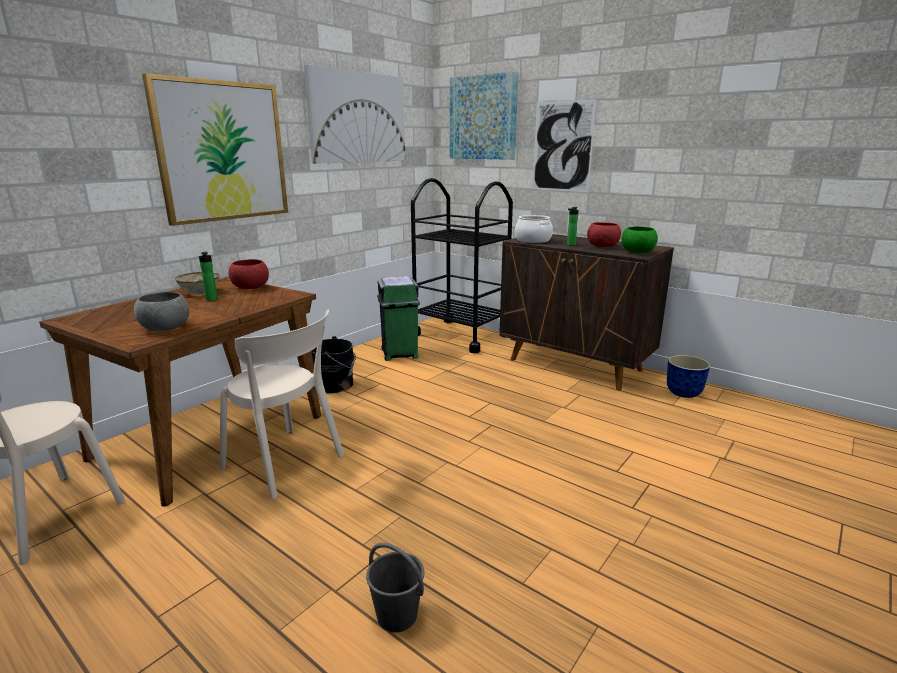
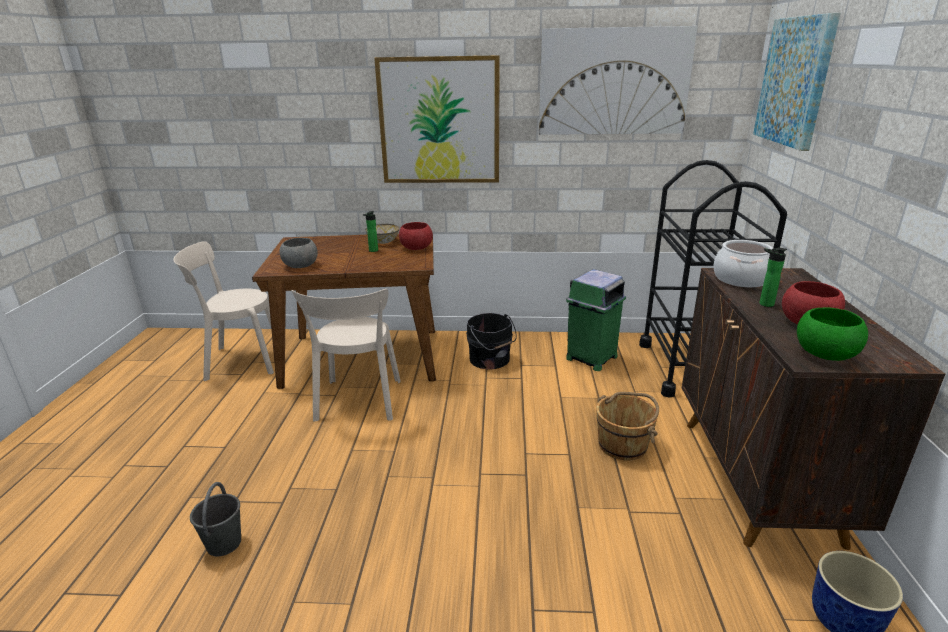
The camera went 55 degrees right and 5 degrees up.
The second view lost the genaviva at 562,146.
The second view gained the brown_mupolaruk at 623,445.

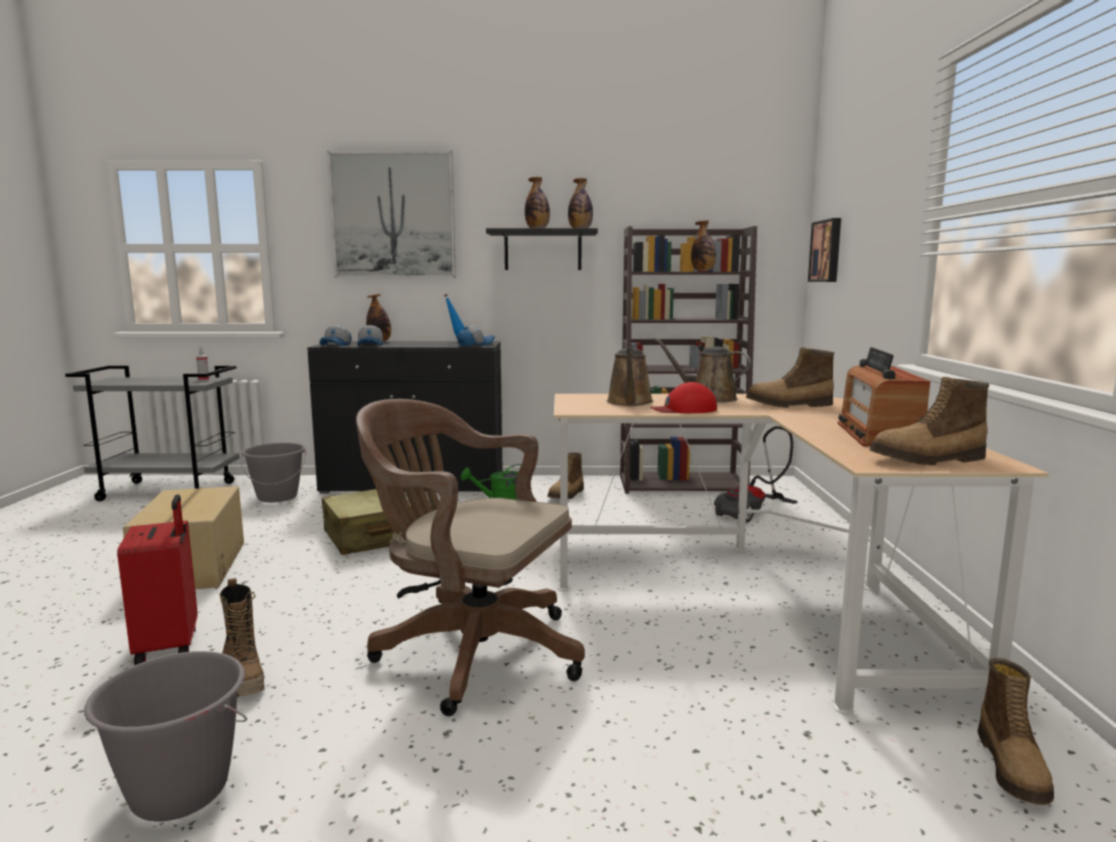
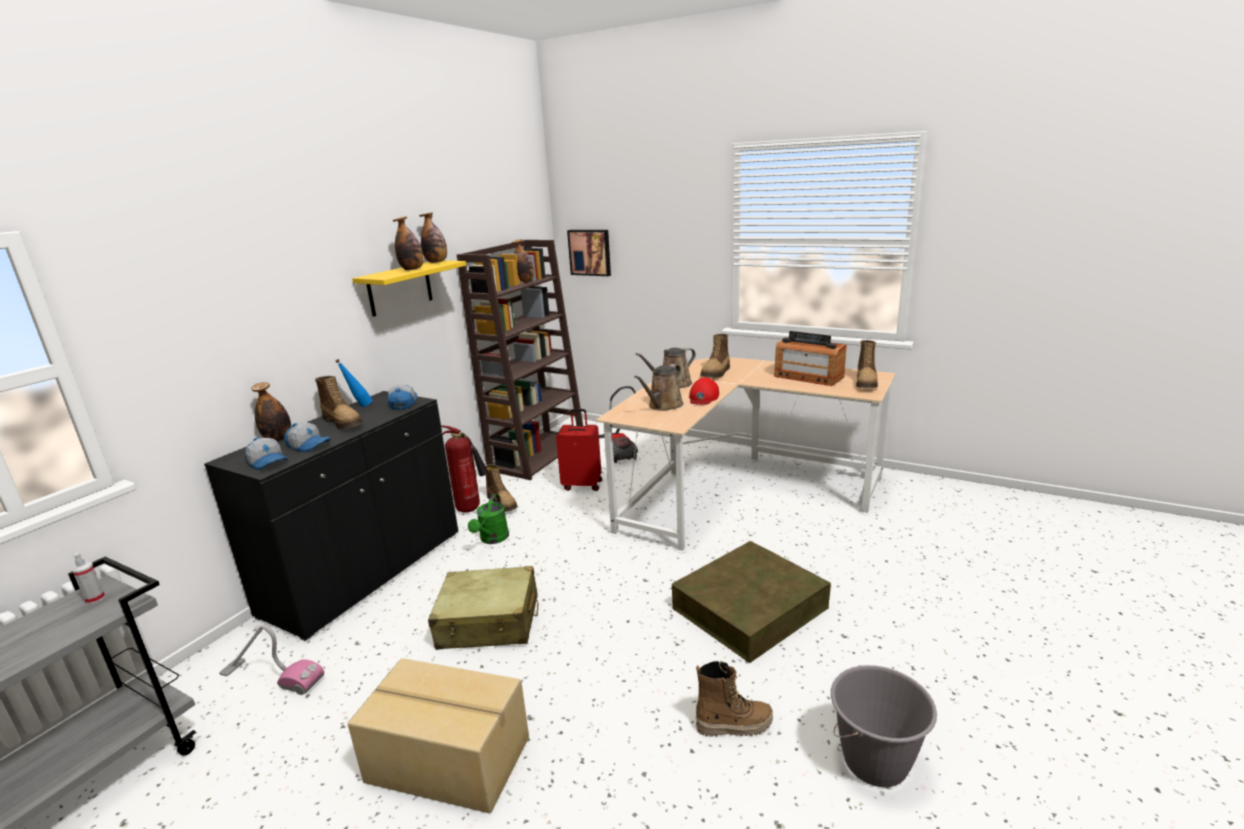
The camera went 60 degrees left and 10 degrees up.
The second view lost the genaviva at 393,215.
The second view gained the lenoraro at 471,509.
The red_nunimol ended up elsewhere, having gone from 170,646 to 582,485.
The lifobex ended up elsewhere, having gone from 1013,768 to 343,423.
Where the grey_mupolaruk stood at 277,497, the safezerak came to stand at 272,676.
Where the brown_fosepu stood at 470,651, the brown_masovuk came to stand at 749,608.
What was the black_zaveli at 543,250 turned into the yellow_zaveli at 400,288.
The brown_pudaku at 629,403 ended up facing another way, 90 degrees clockwise from before.

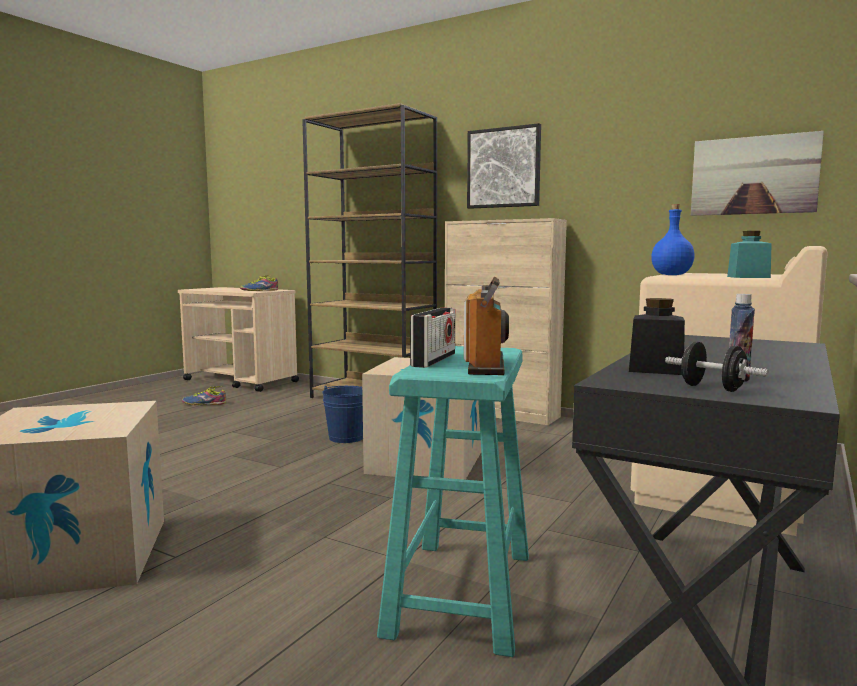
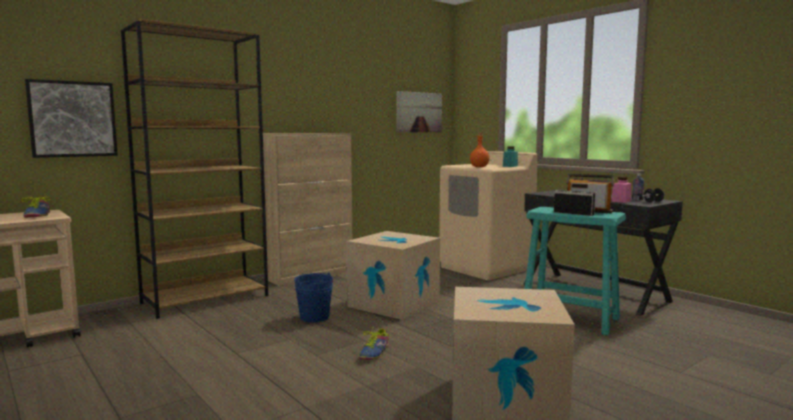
The camera went 70 degrees left and 0 degrees up.
The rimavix ended up elsewhere, having gone from 204,403 to 374,352.
The genaviva ended up elsewhere, having gone from 503,168 to 73,119.
What was the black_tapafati at 655,369 turned into the pink_tapafati at 621,201.
What was the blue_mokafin at 671,275 turned into the orange_mokafin at 479,167.

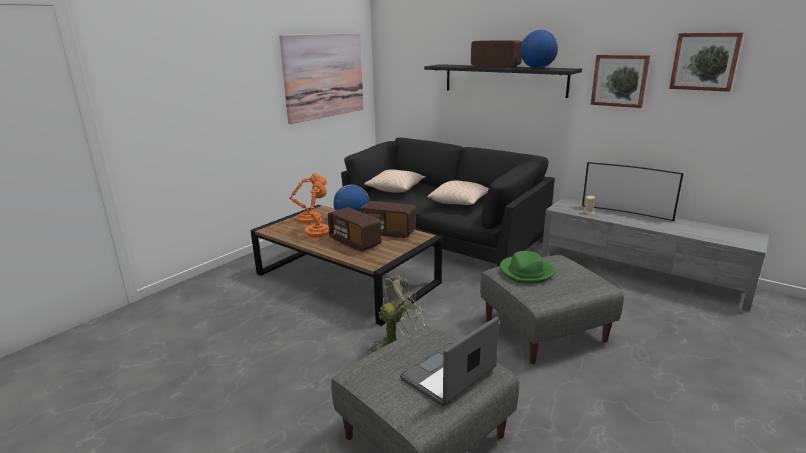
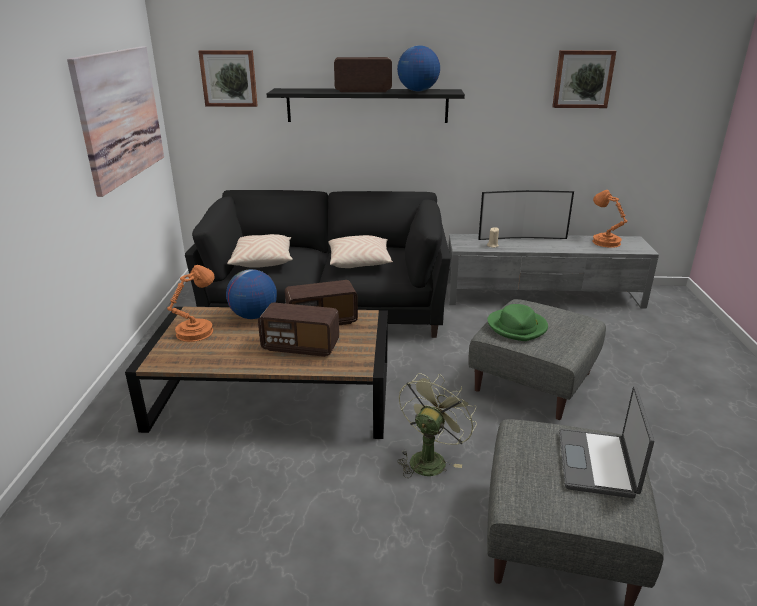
The camera went 35 degrees left and 5 degrees up.
The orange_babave ended up elsewhere, having gone from 318,232 to 604,241.
The genaviva ended up elsewhere, having gone from 619,80 to 229,78.

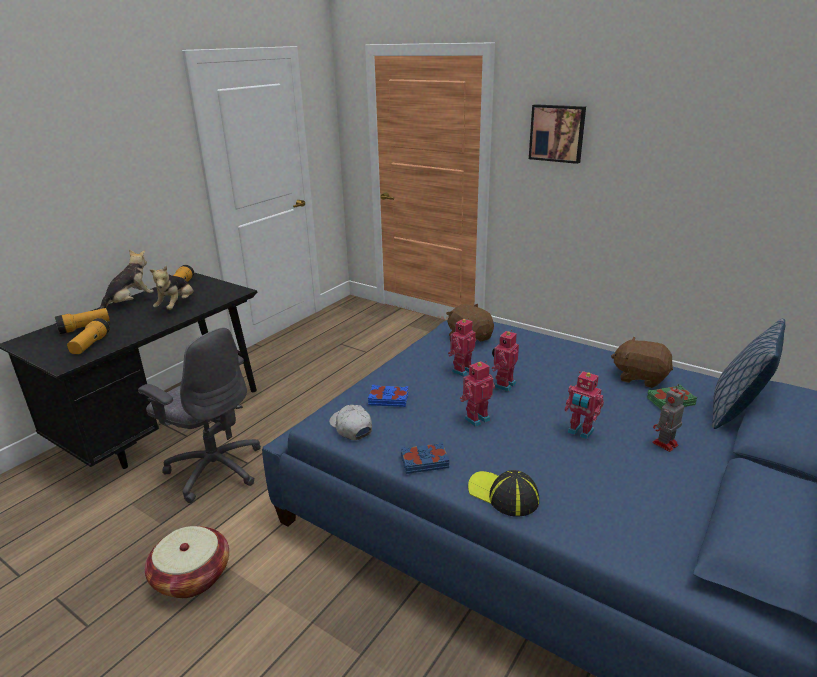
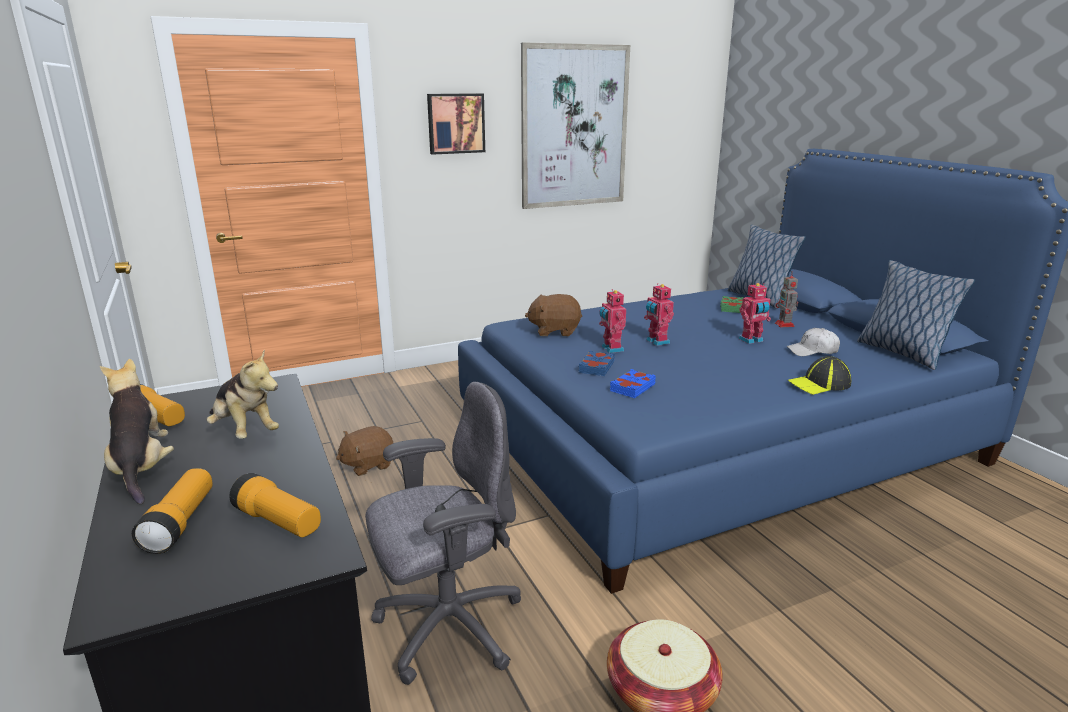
The camera went 60 degrees left and 5 degrees down.
The second view lost the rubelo at 476,418.
The second view gained the genaviva at 574,127.
The second view gained the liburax at 901,353.
The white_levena ended up elsewhere, having gone from 351,427 to 812,351.
The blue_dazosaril ended up elsewhere, having gone from 424,461 to 596,367.
The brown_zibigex ended up elsewhere, having gone from 640,377 to 368,465.

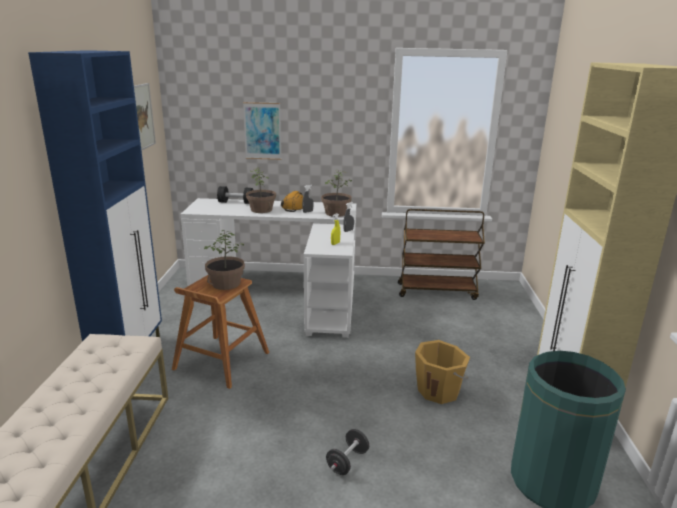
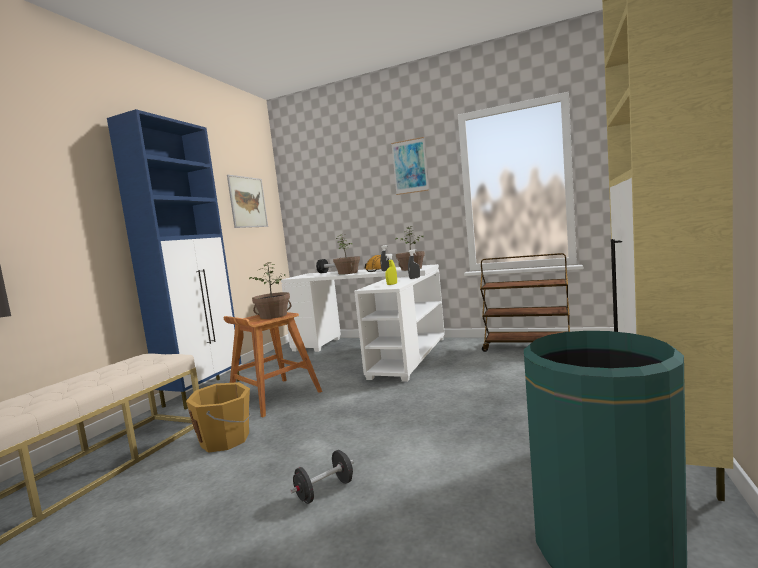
The camera went 20 degrees right and 15 degrees down.
The genaviva ended up elsewhere, having gone from 262,131 to 409,166.
The orange_mupolaruk ended up elsewhere, having gone from 439,390 to 226,440.

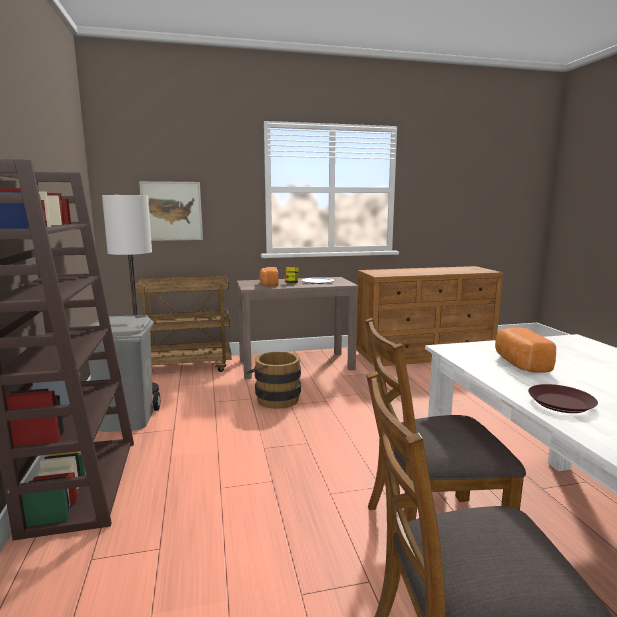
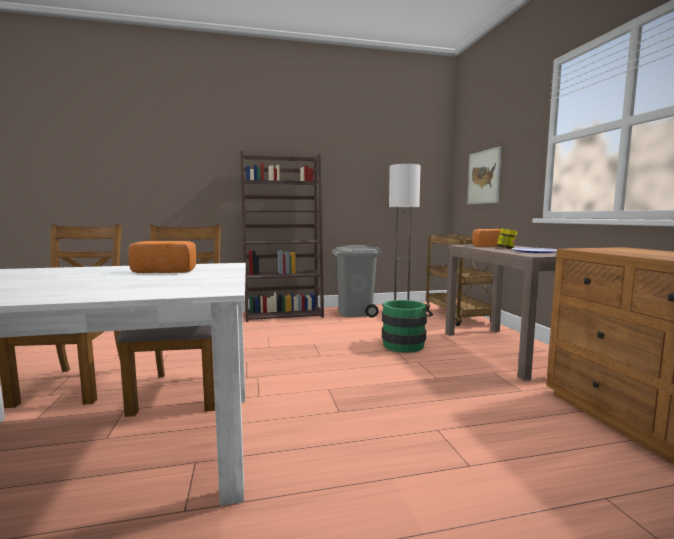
The camera went 90 degrees right and 5 degrees down.
The second view lost the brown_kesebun at 560,404.
What was the brown_mupolaruk at 274,398 turned into the green_mupolaruk at 405,344.

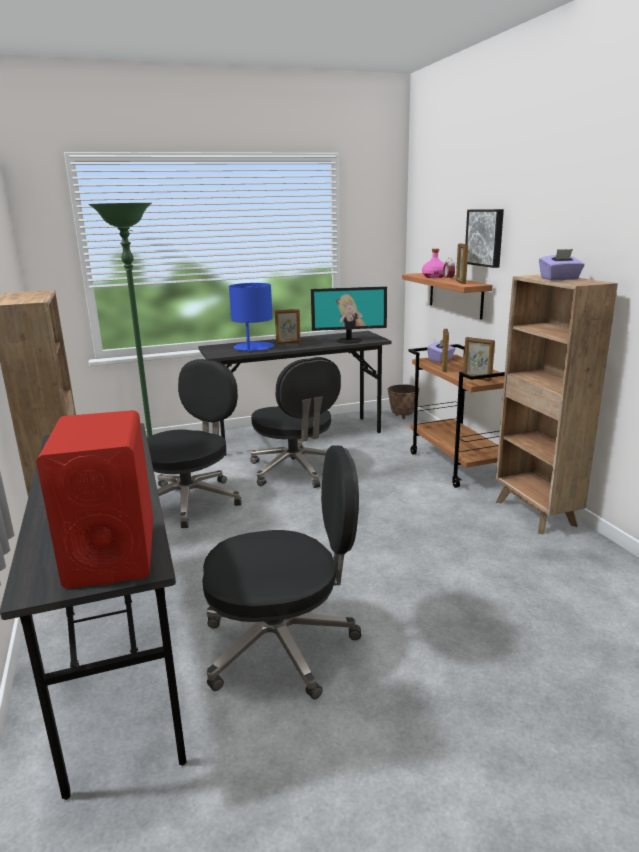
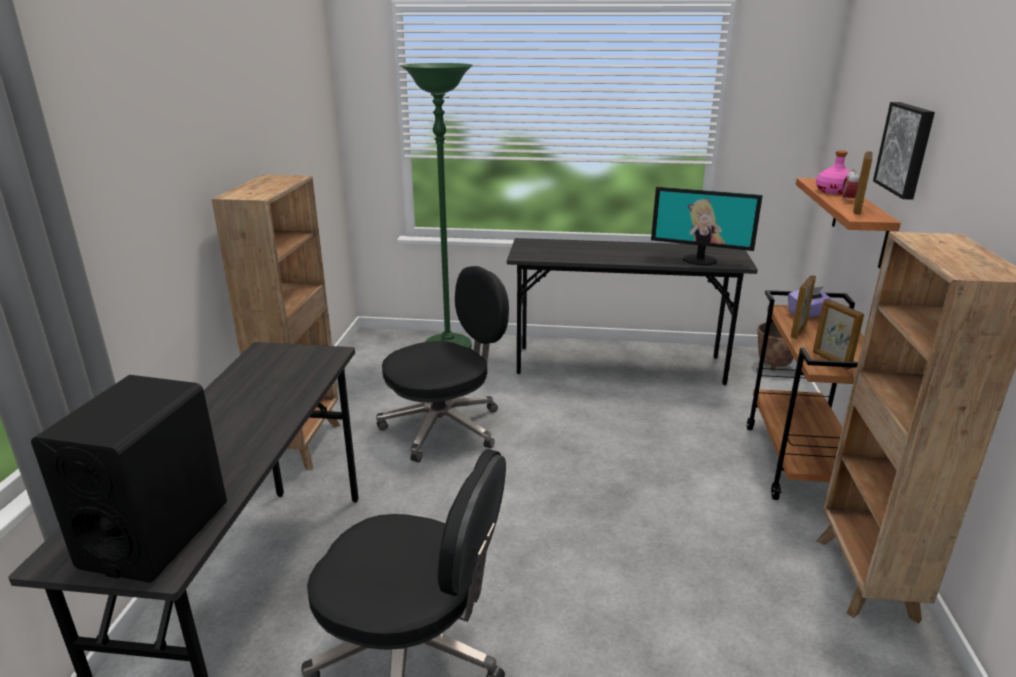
The camera went 25 degrees right and 5 degrees up.
The second view lost the blue_babave at 253,348.
The second view lost the black_fosepu at 296,470.
The second view lost the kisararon at 288,342.
The second view lost the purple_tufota at 559,279.
What was the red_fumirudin at 111,553 turned into the black_fumirudin at 156,534.

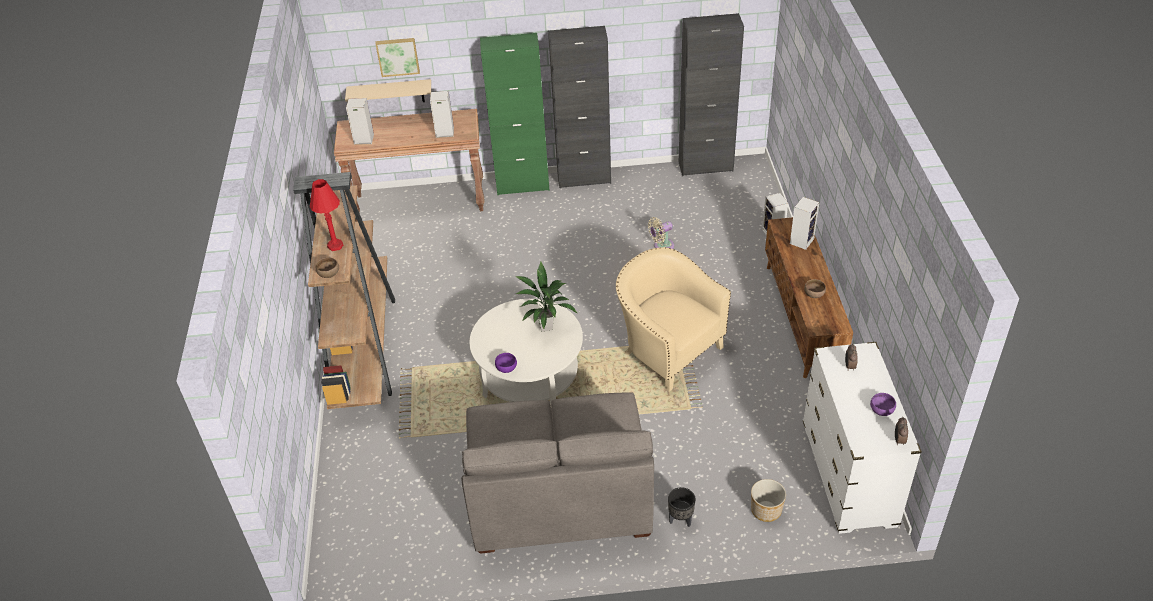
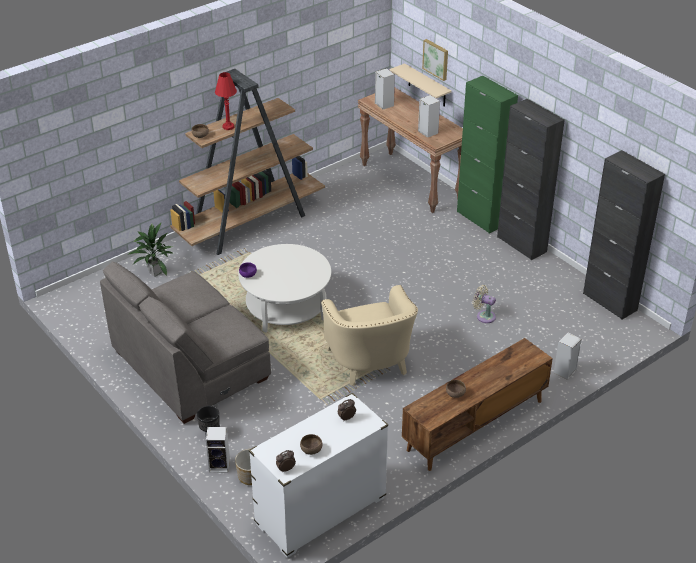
The camera went 55 degrees right and 5 degrees down.
The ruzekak ended up elsewhere, having gone from 545,327 to 154,273.
The fumirudin ended up elsewhere, having gone from 801,240 to 220,465.
What was the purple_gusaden at 881,410 turned into the brown_gusaden at 311,449.
The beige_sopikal at 667,350 ended up facing another way, 150 degrees clockwise from before.

